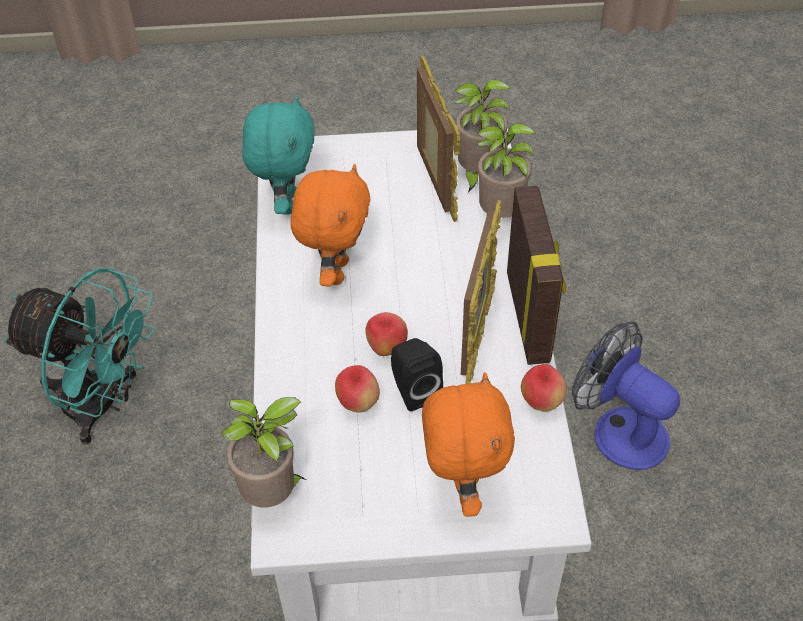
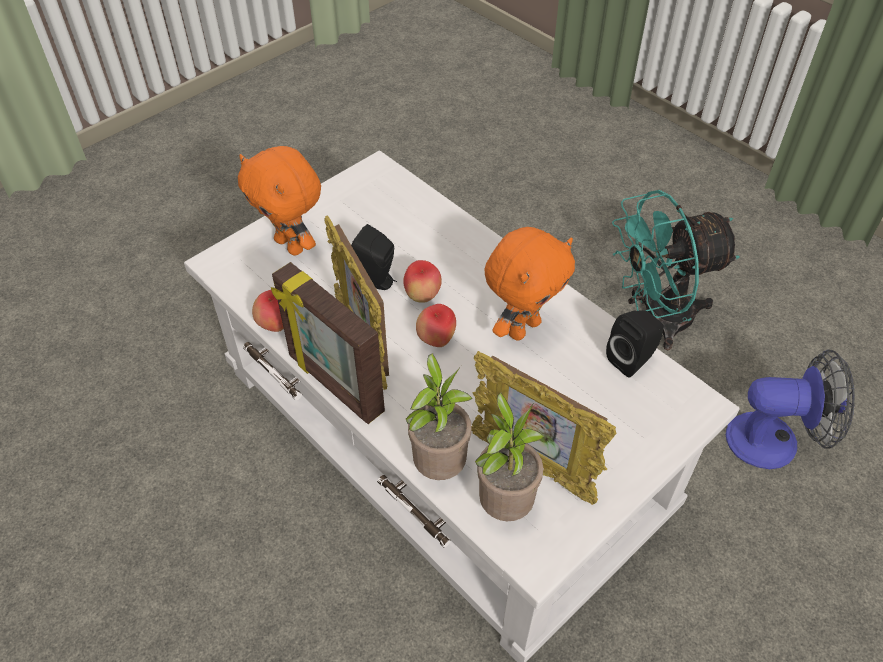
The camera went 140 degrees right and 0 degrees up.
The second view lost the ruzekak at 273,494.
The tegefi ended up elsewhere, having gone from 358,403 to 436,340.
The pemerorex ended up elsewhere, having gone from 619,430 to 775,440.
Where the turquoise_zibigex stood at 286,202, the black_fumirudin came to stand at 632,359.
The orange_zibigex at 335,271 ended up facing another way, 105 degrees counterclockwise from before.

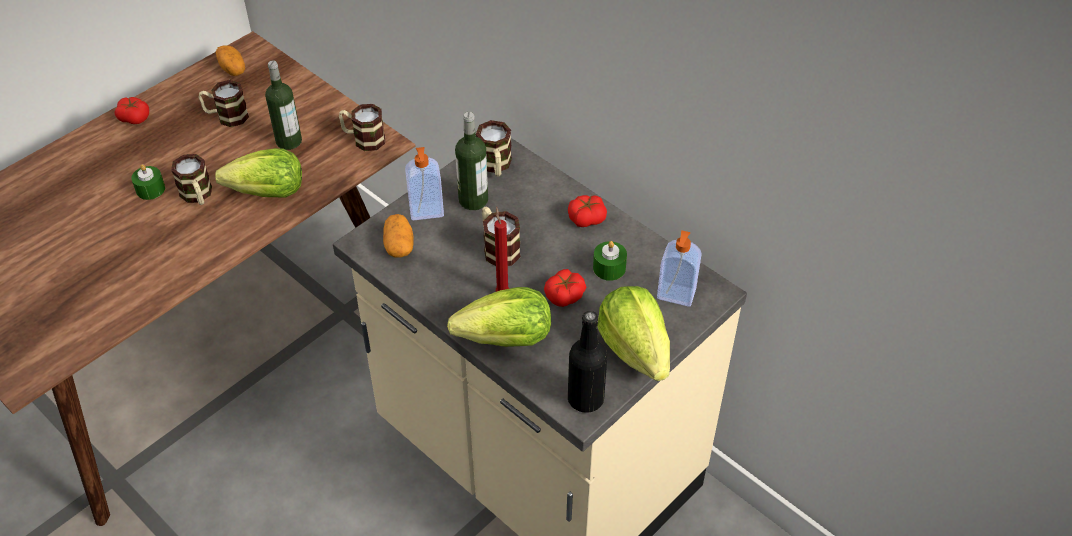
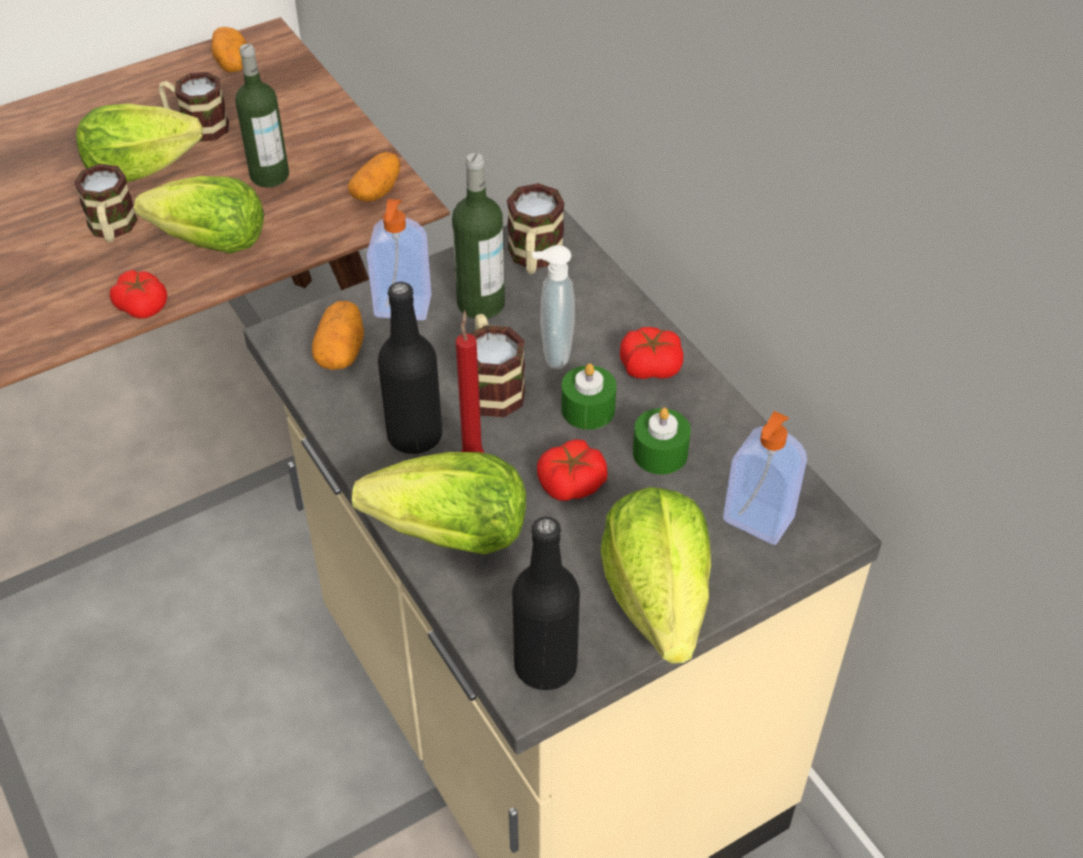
The camera went 15 degrees right and 0 degrees up.
The second view gained the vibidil at 140,168.
The second view gained the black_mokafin at 415,435.
The second view gained the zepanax at 553,352.
The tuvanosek ended up elsewhere, having gone from 134,117 to 142,305.
The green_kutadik ended up elsewhere, having gone from 150,189 to 588,409.
Where the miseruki stood at 363,139, the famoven came to stand at 377,191.

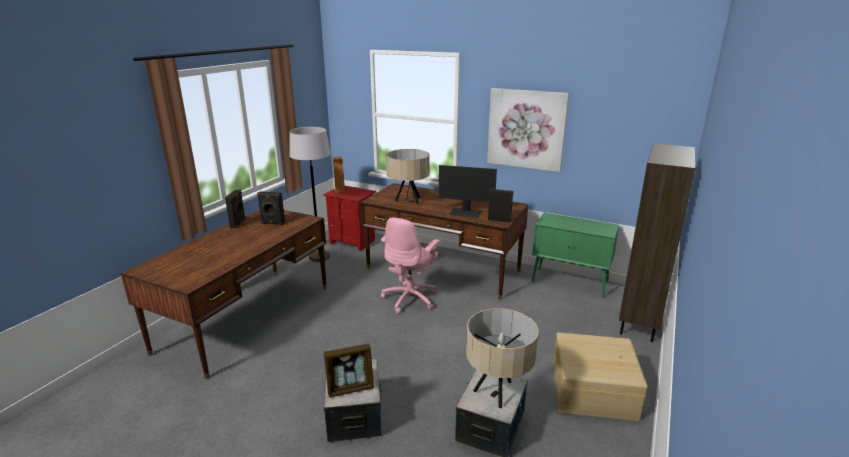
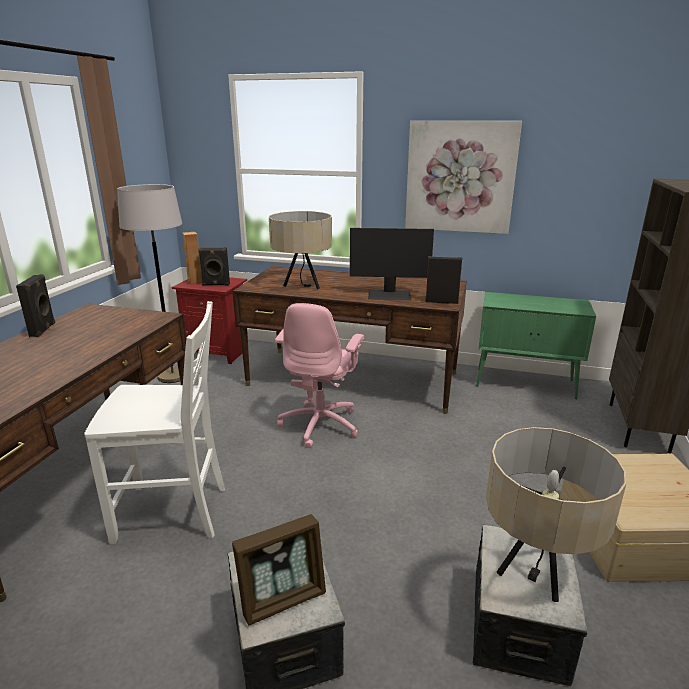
The camera went 10 degrees left and 0 degrees up.
The second view gained the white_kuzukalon at 174,513.
The black_fumirudin ended up elsewhere, having gone from 272,223 to 216,284.

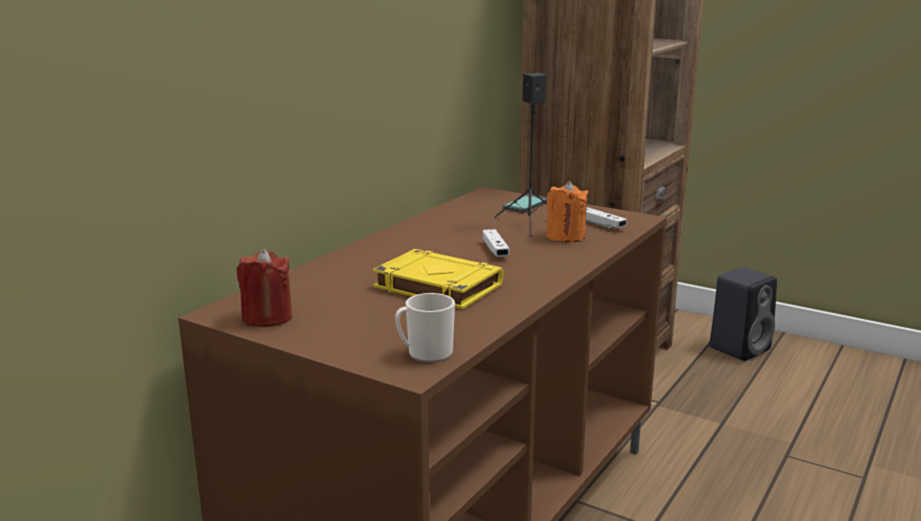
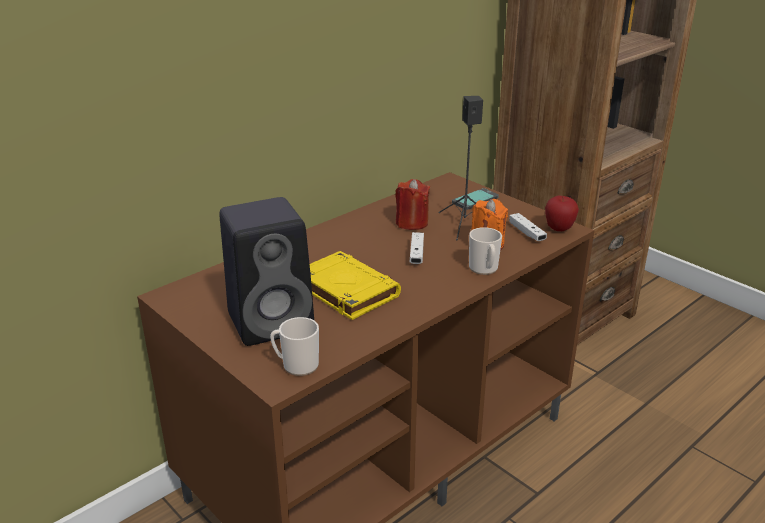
The camera went 15 degrees right and 10 degrees up.
The second view gained the miseruki at 484,269.
The second view gained the tegefi at 559,229.
The red_kutadik ended up elsewhere, having gone from 267,317 to 412,223.
The black_fumirudin ended up elsewhere, having gone from 740,348 to 273,321.

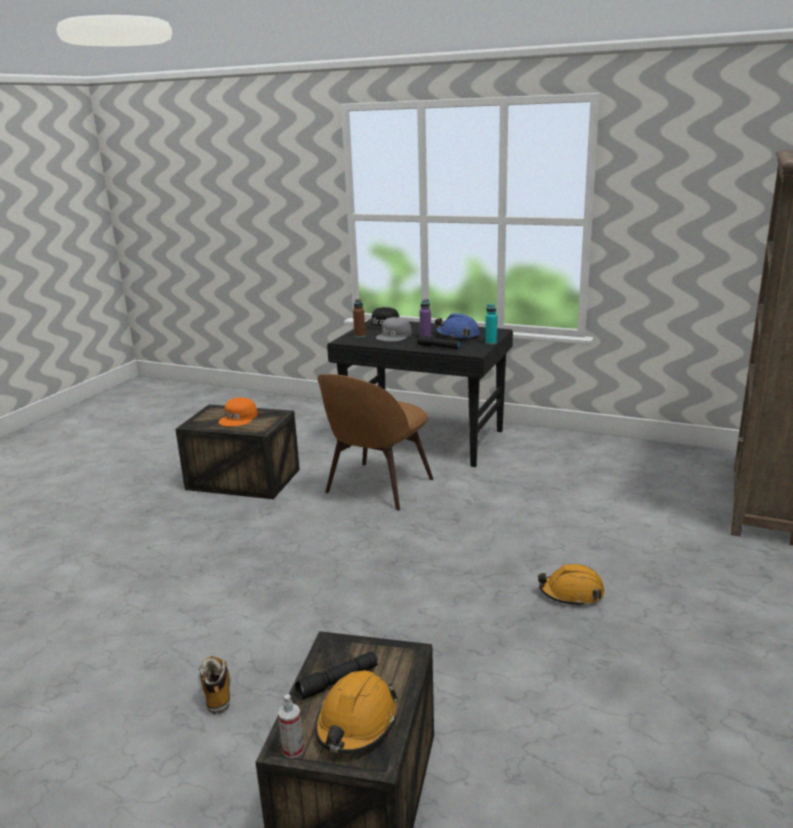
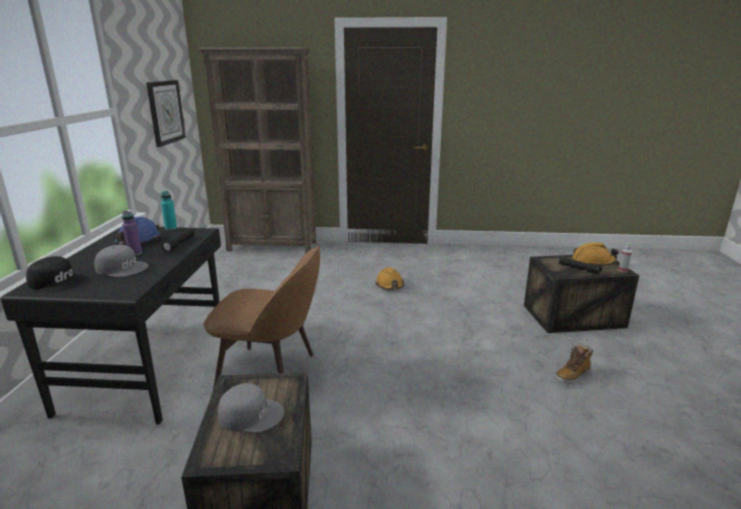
The camera went 110 degrees left and 0 degrees up.
The second view lost the brown_mokafin at 359,336.
The second view gained the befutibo at 165,112.
What was the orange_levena at 239,418 turned into the grey_levena at 251,414.

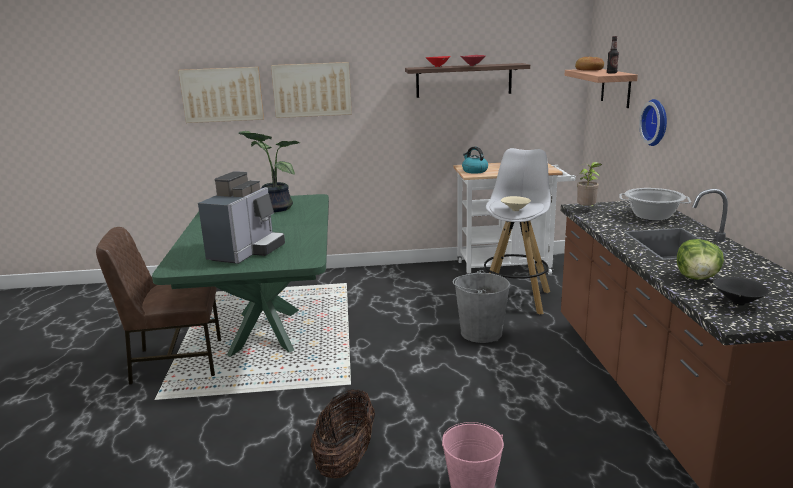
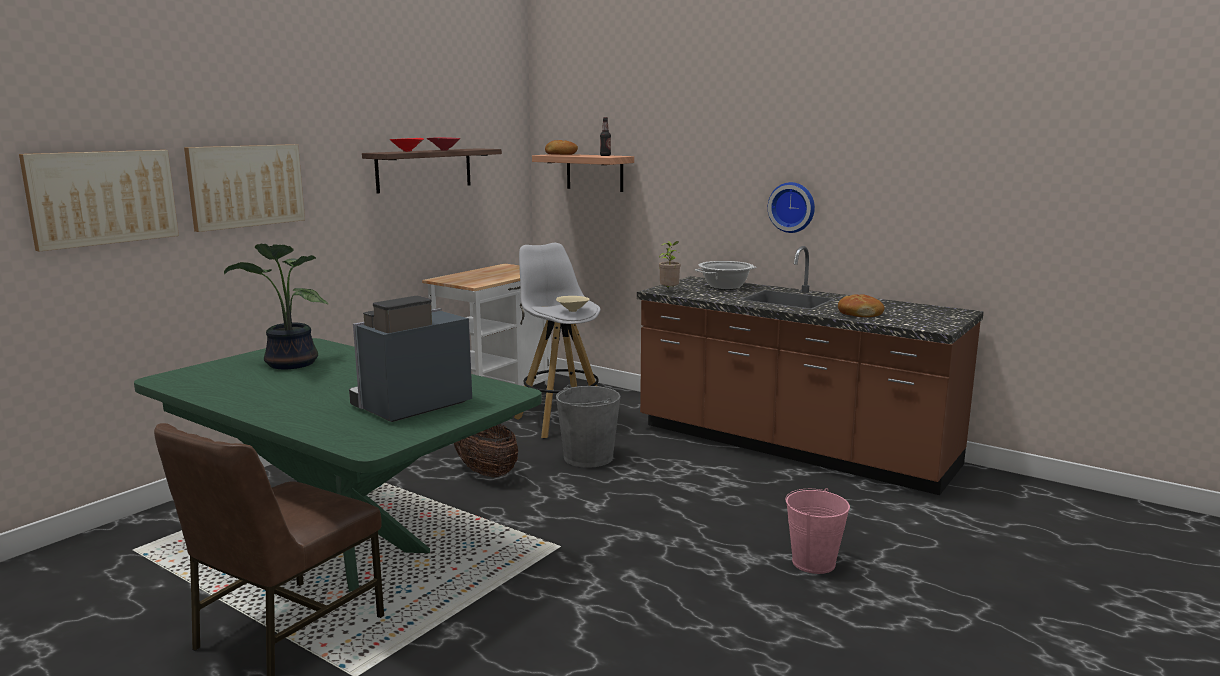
The camera went 50 degrees left and 5 degrees down.
The second view lost the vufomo at 474,171.
The second view lost the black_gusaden at 736,303.
The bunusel ended up elsewhere, having gone from 346,459 to 485,471.
The befutibo ended up elsewhere, having gone from 657,122 to 792,207.
Where the vibidil stood at 697,278, the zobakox came to stand at 859,313.
The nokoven at 246,252 ended up facing another way, 105 degrees counterclockwise from before.

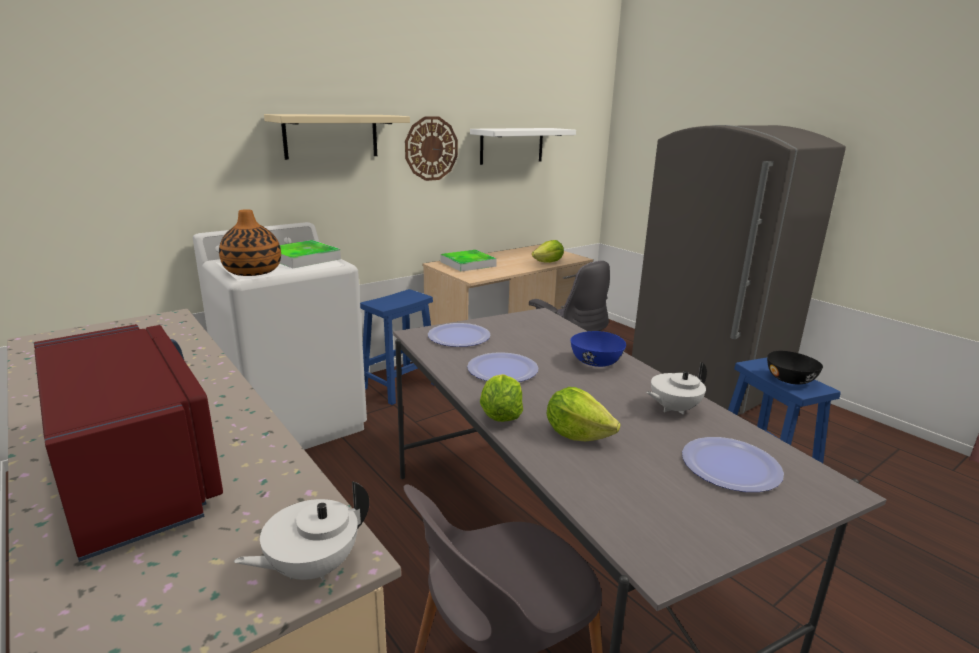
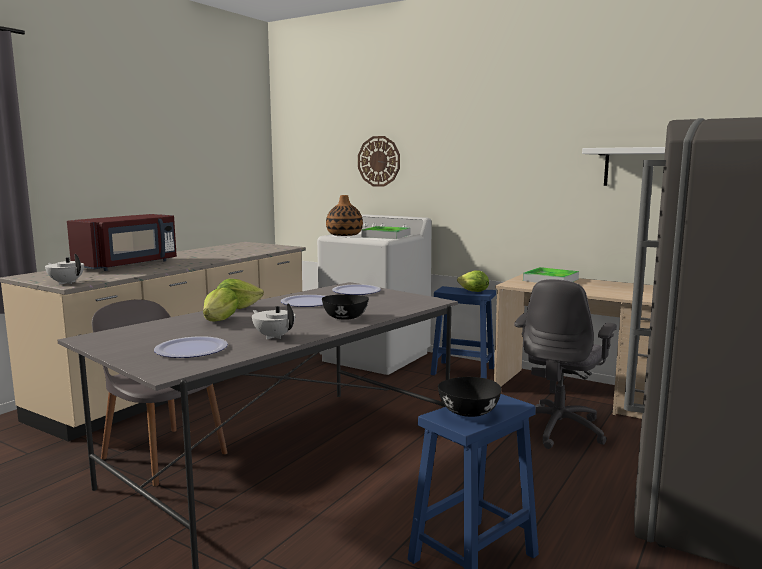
The camera went 70 degrees right and 10 degrees down.
The second view lost the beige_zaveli at 331,136.
The befutibo ended up elsewhere, having gone from 431,148 to 379,161.
The vibidil ended up elsewhere, having gone from 548,262 to 473,292.
What was the blue_gusaden at 596,362 turned into the black_gusaden at 345,318.

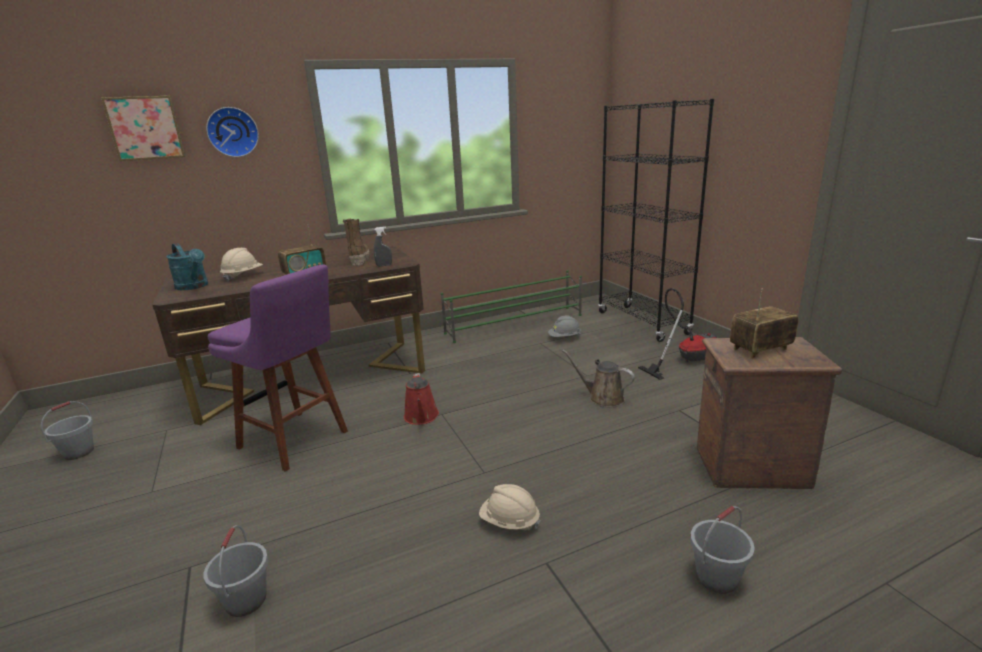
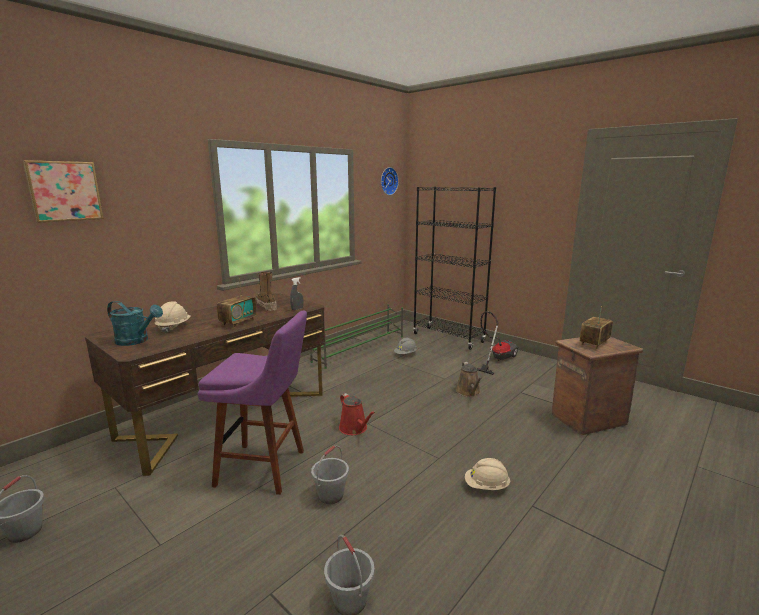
The camera went 25 degrees left and 5 degrees down.
The befutibo ended up elsewhere, having gone from 233,132 to 388,181.
The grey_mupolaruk ended up elsewhere, having gone from 717,578 to 331,495.
The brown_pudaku at 602,398 ended up facing another way, 105 degrees counterclockwise from before.

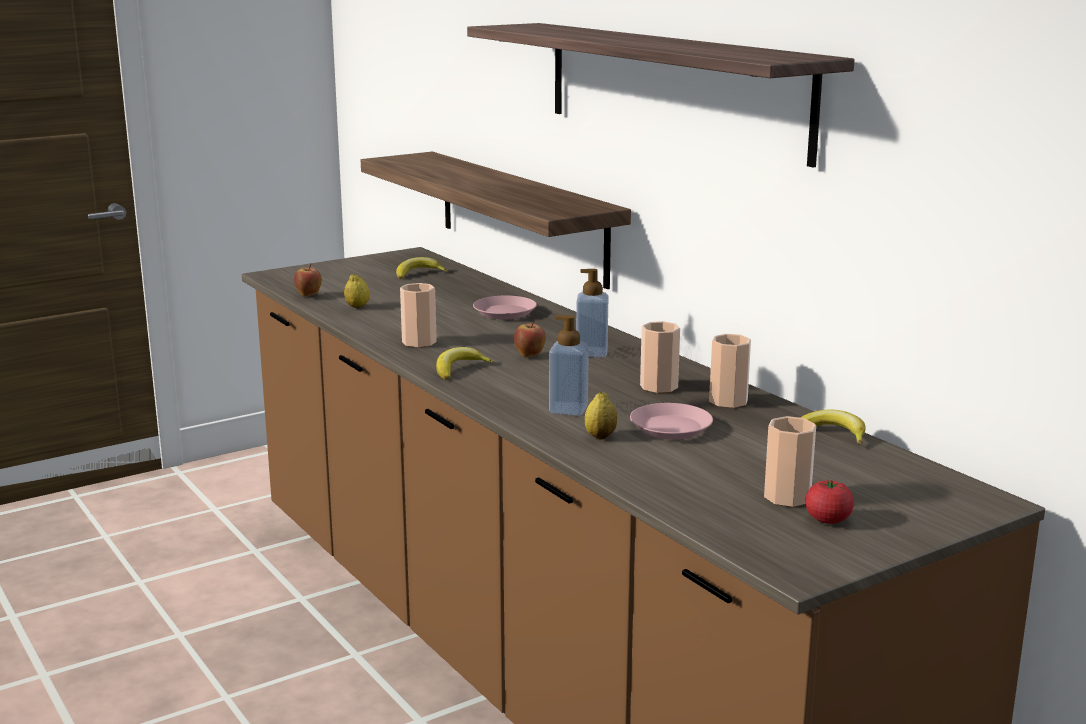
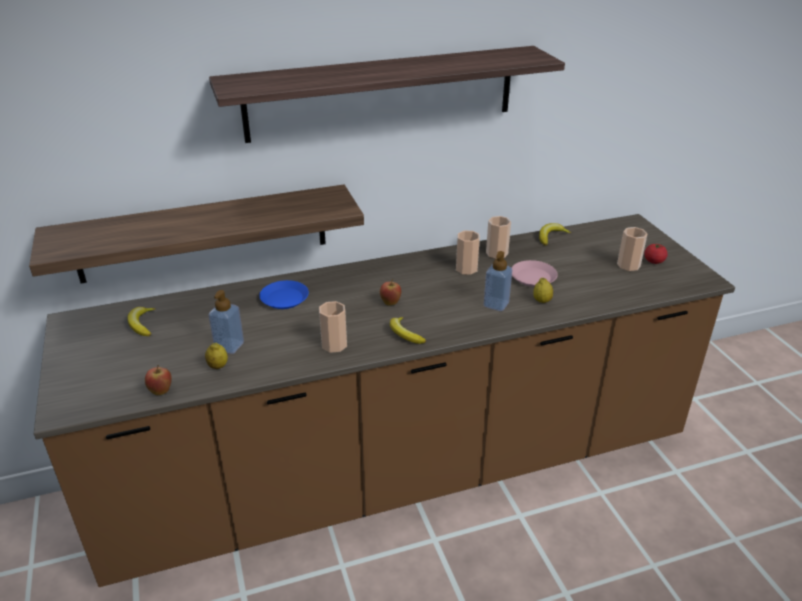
The camera went 75 degrees left and 15 degrees up.
The zepanax ended up elsewhere, having gone from 591,353 to 229,346.
What was the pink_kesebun at 504,312 turned into the blue_kesebun at 284,299.

